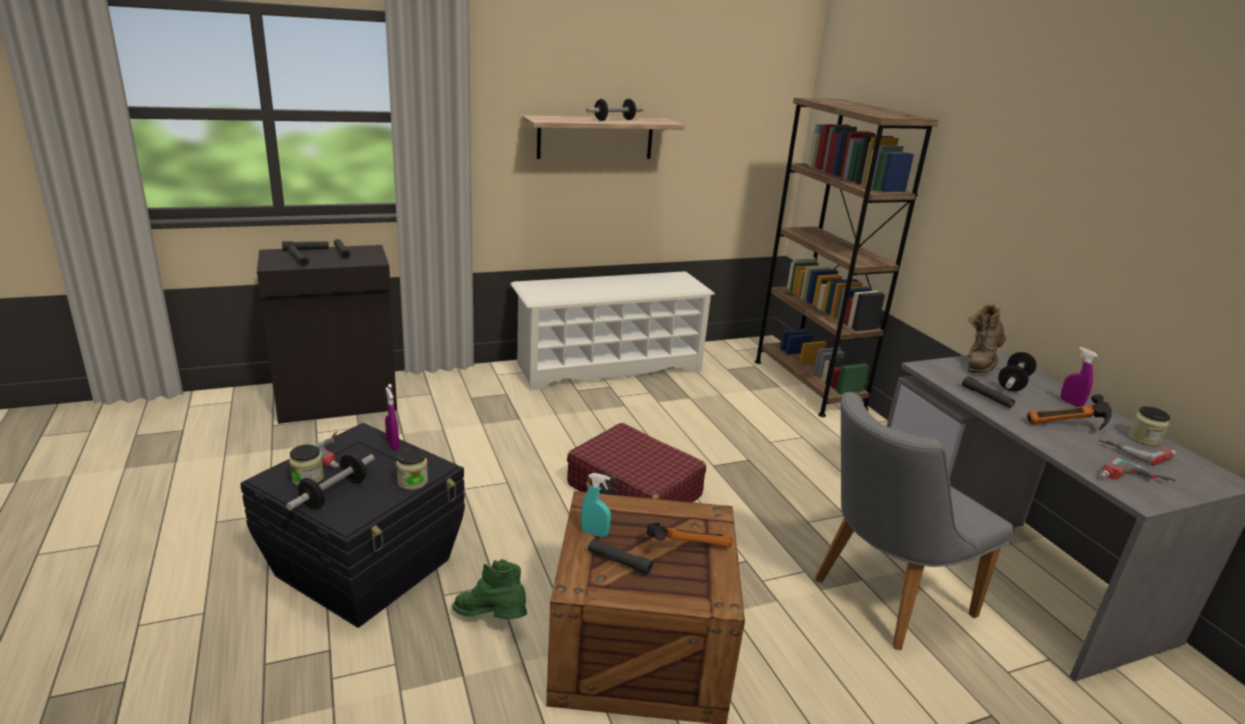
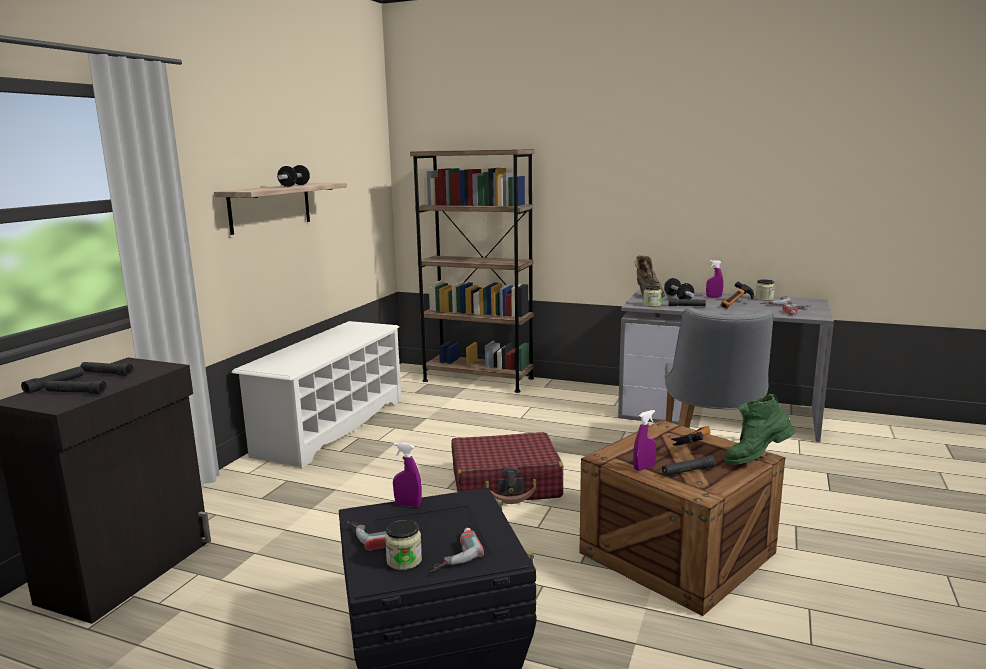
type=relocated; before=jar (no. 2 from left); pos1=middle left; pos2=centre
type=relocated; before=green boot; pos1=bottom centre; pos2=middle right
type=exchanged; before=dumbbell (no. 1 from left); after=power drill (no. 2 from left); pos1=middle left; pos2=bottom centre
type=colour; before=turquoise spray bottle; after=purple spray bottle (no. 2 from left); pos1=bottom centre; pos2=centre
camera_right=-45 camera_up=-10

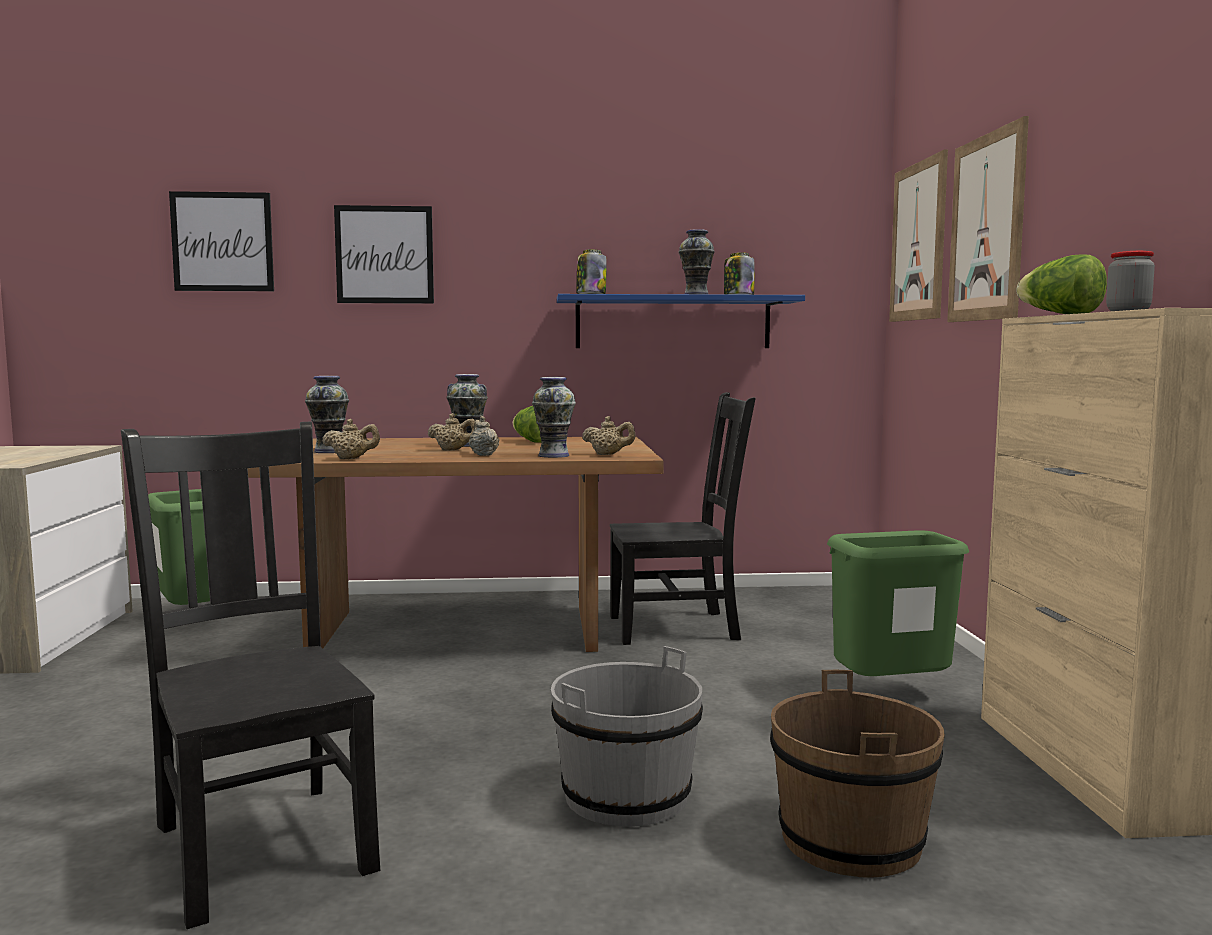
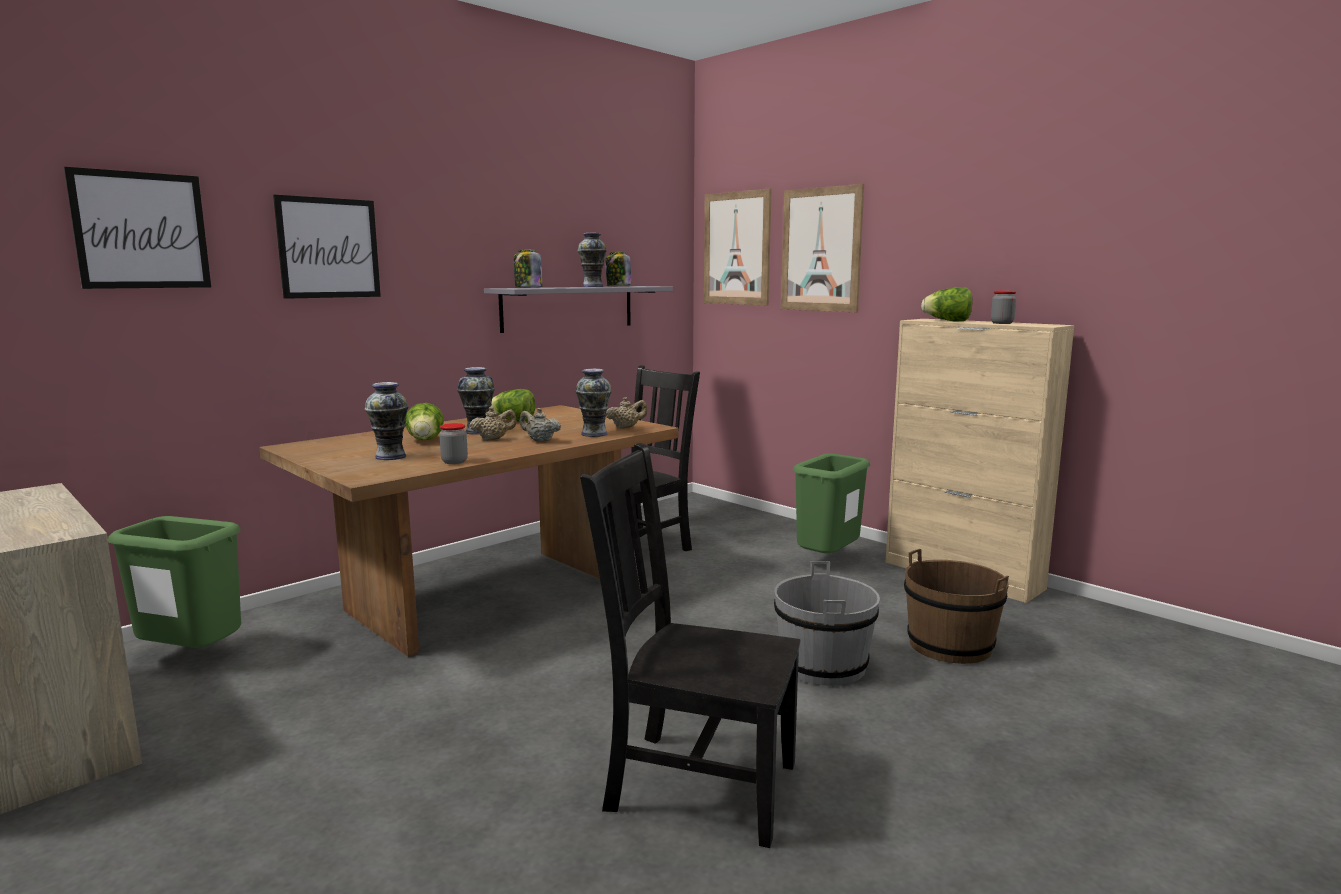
type=appeared; after=lettuce (no. 1 from left); pos2=middle left
type=exchanged; before=beige teapot (no. 1 from left); after=jar (no. 1 from left); pos1=middle left; pos2=centre
type=colour; before=blue shelf; after=grey shelf; pos1=centre; pos2=centre
camera_right=-40 camera_up=5

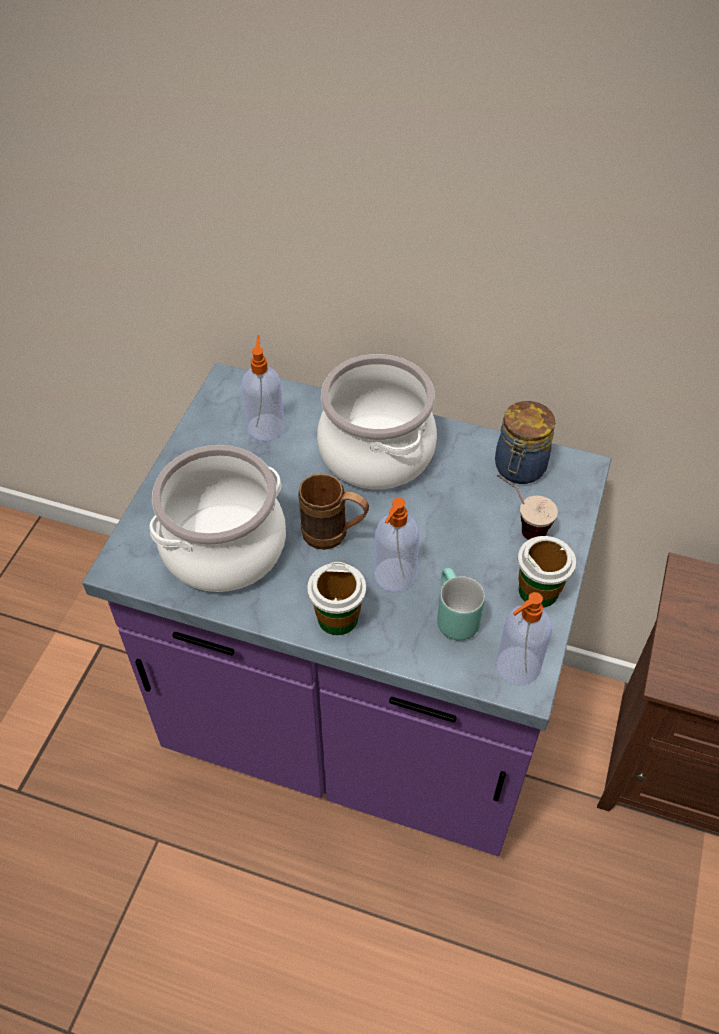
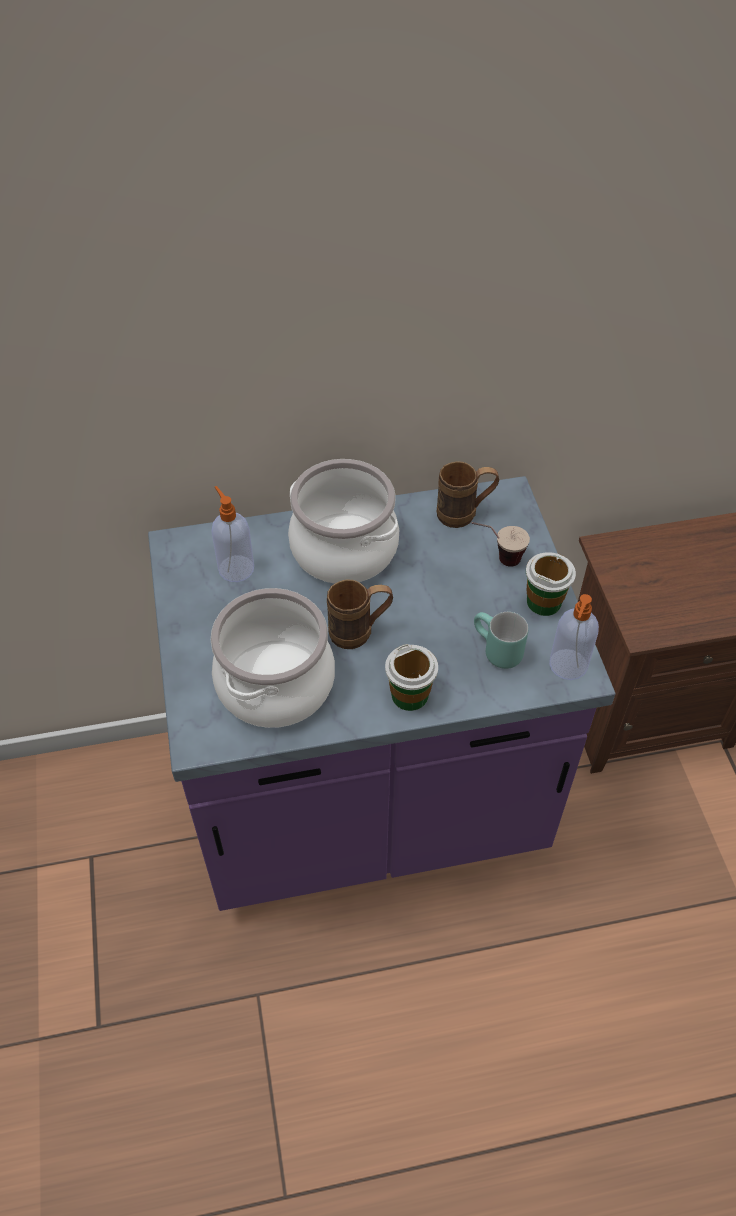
type=missing; before=soap dispenser (no. 2 from left); pos1=centre
type=exchanged; before=jar; after=brown mug (no. 2 from left); pos1=middle right; pos2=centre
camera_right=-30 camera_up=0

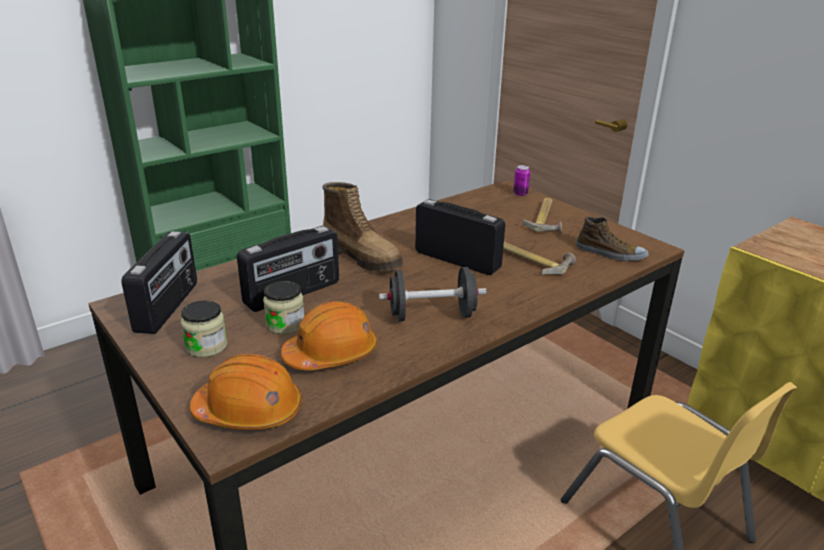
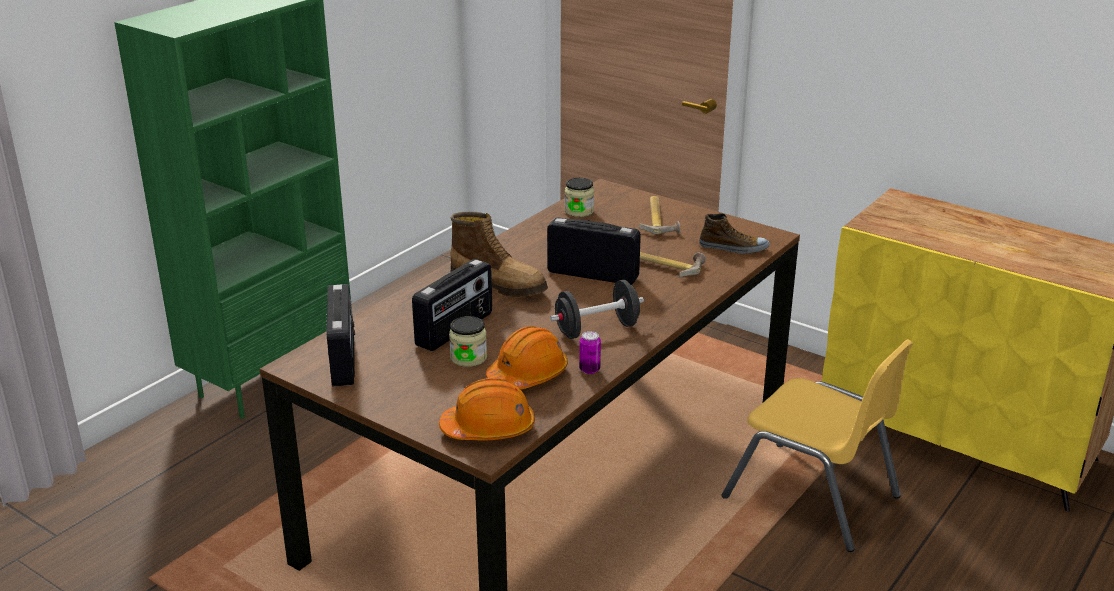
type=relocated; before=jar (no. 1 from left in the first image); after=jar (no. 2 from left); pos1=middle left; pos2=centre
type=relocated; before=can; pos1=top centre; pos2=centre
camera_right=-15 camera_up=0

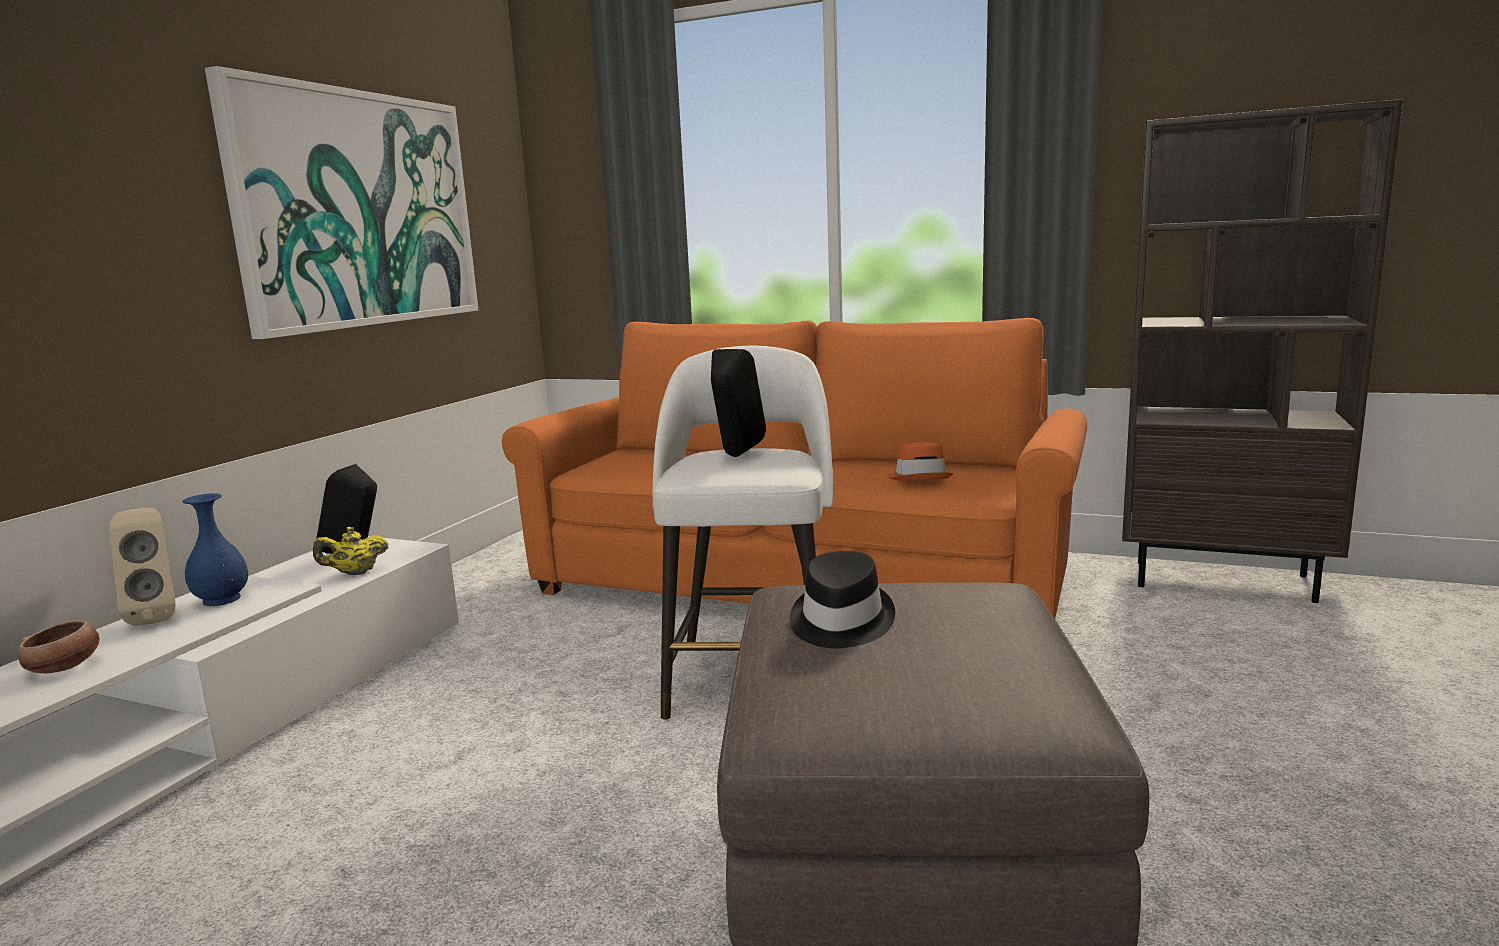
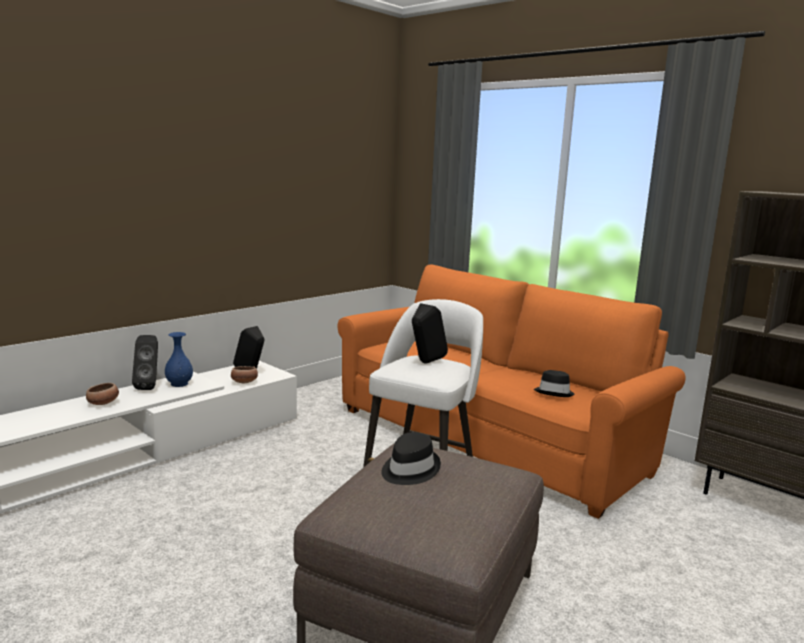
type=missing; before=picture; pos1=top left
type=exchanged; before=yellow teapot; after=bowl (no. 2 from left); pos1=middle left; pos2=middle left
type=colour; before=beige speaker; after=black speaker (no. 1 from left); pos1=middle left; pos2=middle left
type=colour; before=orange hat; after=black hat (no. 2 from left); pos1=centre; pos2=middle right
camera_right=20 camera_up=0

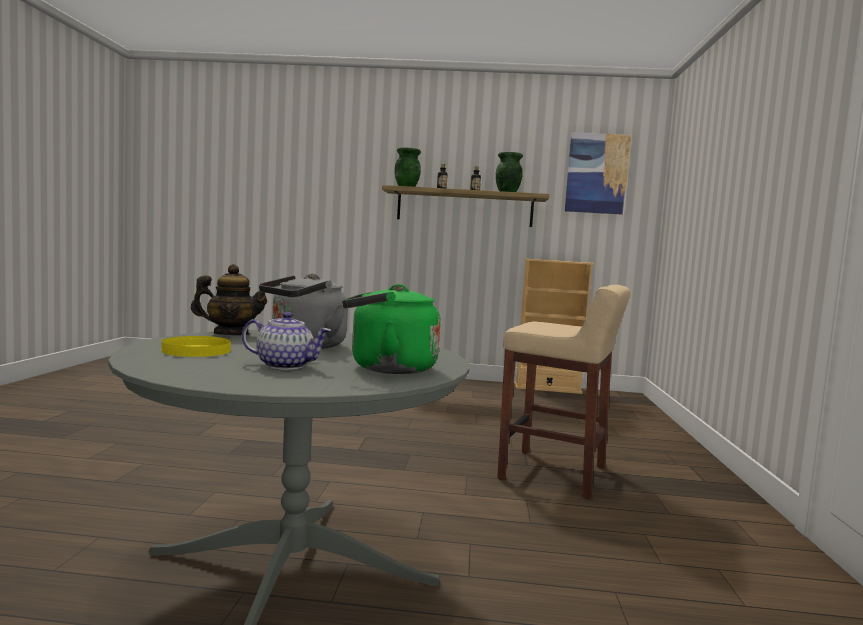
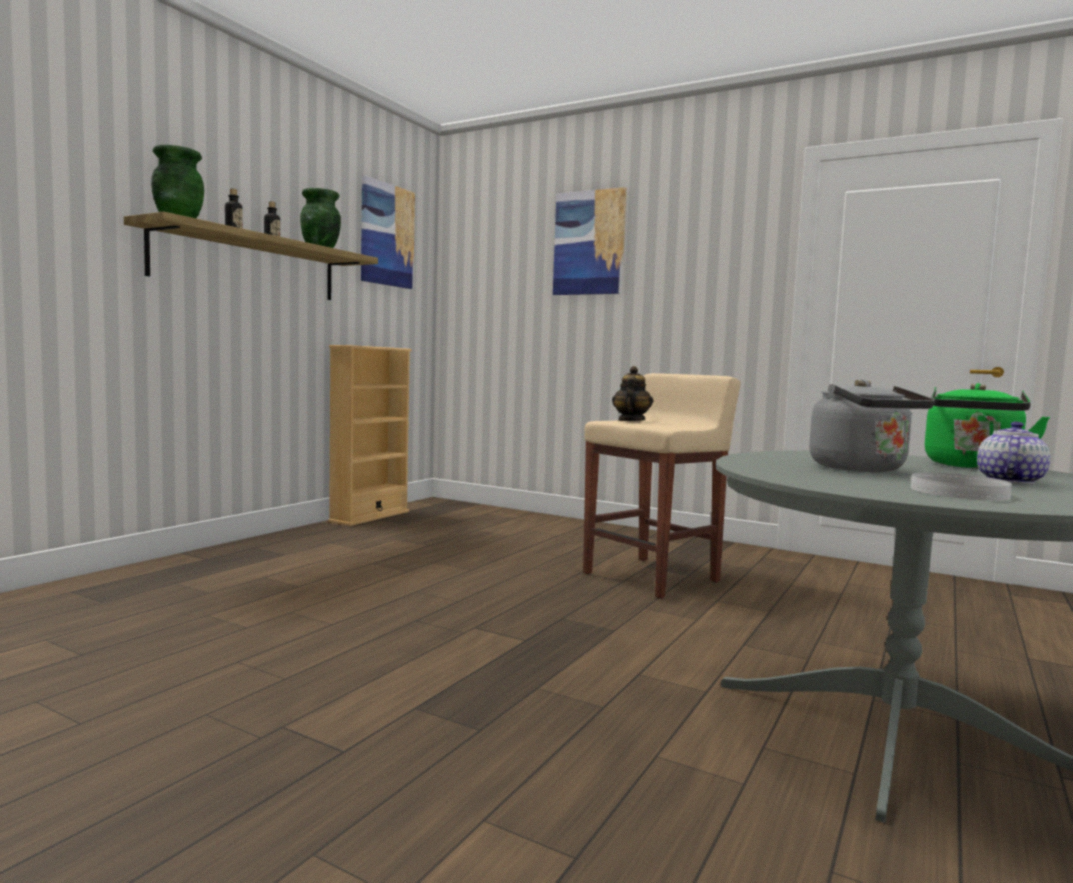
type=appeared; after=picture (no. 2 from left); pos2=top centre
type=relocated; before=teapot (no. 1 from left); pos1=middle left; pos2=centre
type=colour; before=yellow plate; after=white plate; pos1=middle left; pos2=middle right
camera_right=-65 camera_up=0

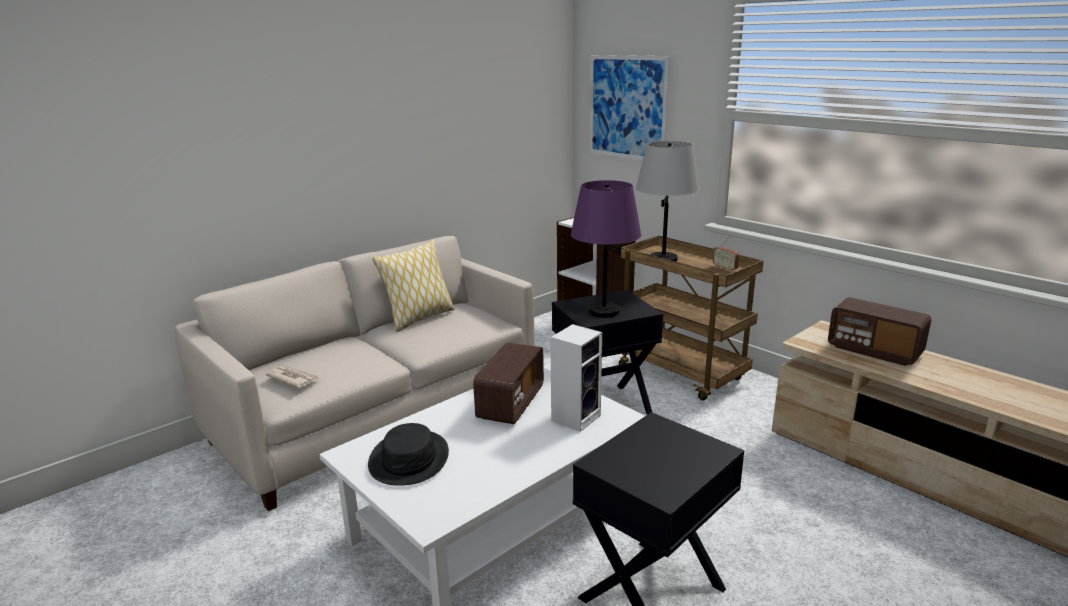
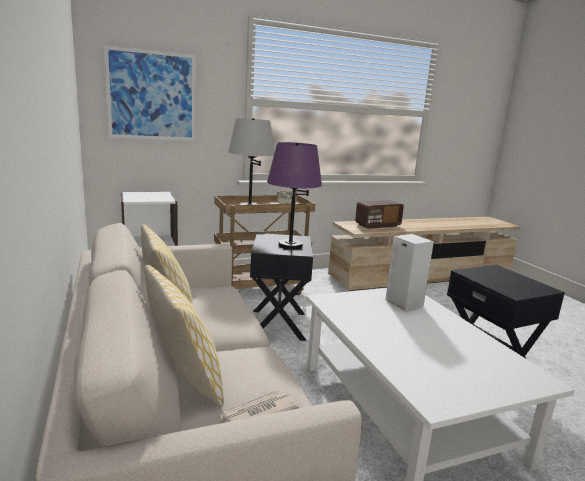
type=missing; before=black hat; pos1=bottom centre
type=missing; before=radio (no. 1 from left); pos1=centre
type=appeared; after=pillow (no. 2 from left); pos2=bottom left
camera_right=-70 camera_up=-5

